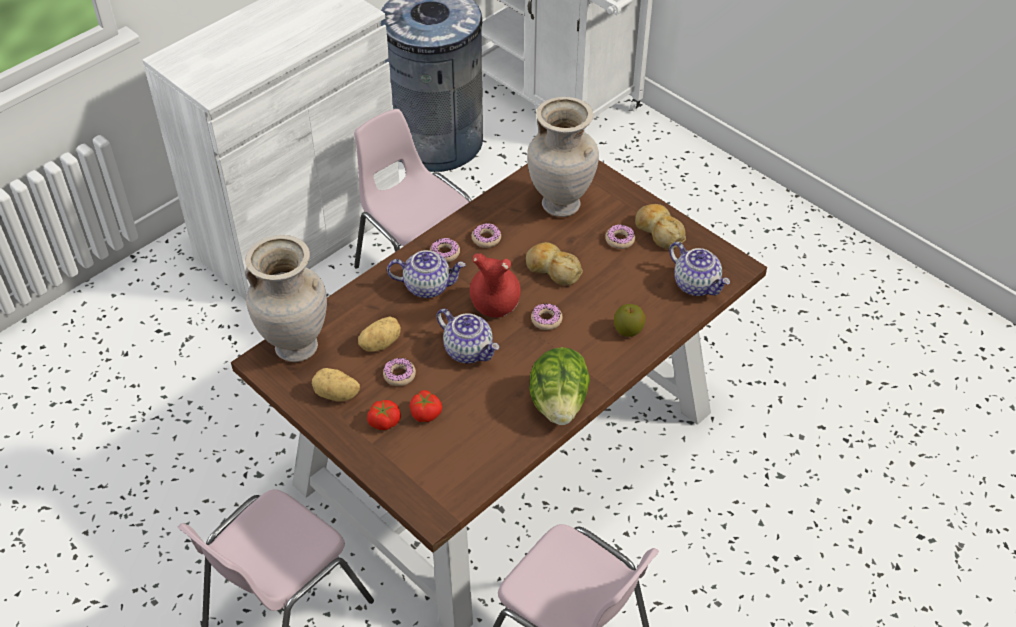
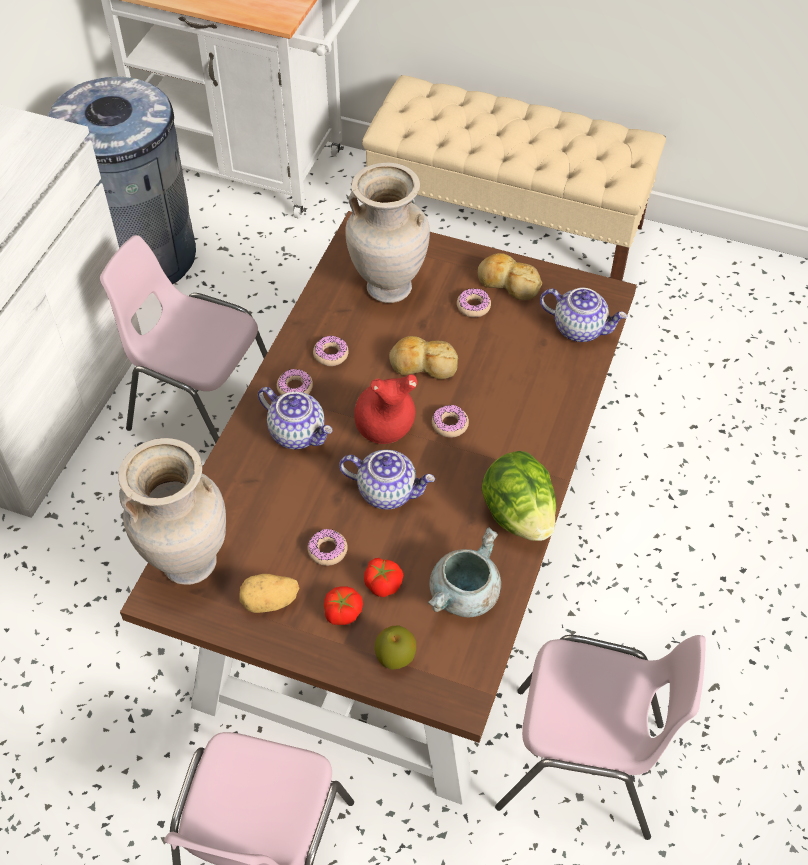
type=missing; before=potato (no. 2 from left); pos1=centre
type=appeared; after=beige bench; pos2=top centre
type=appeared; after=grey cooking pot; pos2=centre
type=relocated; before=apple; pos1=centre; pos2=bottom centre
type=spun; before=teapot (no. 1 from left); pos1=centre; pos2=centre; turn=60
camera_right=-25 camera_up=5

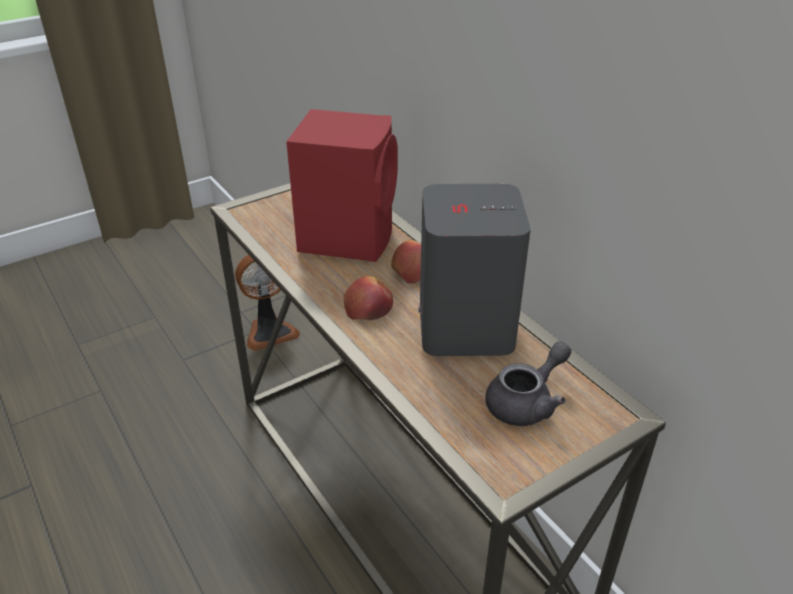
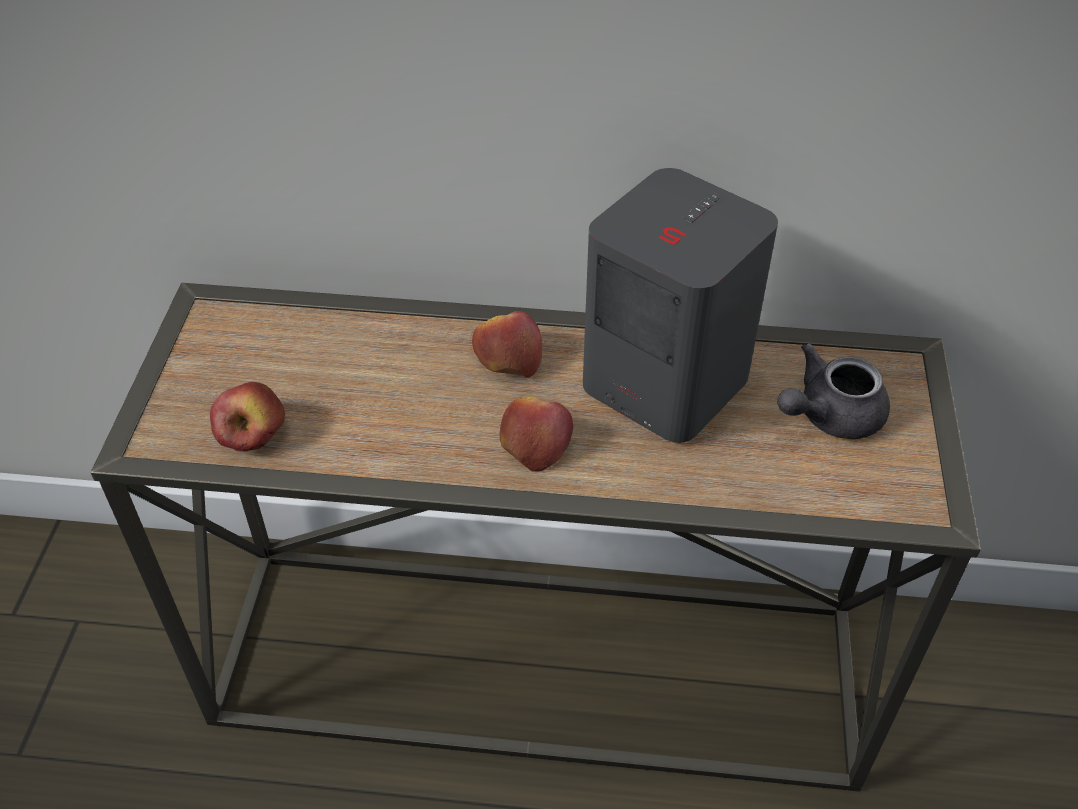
type=missing; before=fan; pos1=centre
type=missing; before=red speaker; pos1=top centre
type=appeared; after=apple (no. 1 from left); pos2=middle left
type=spun; before=grey teapot; pos1=centre; pos2=middle right; turn=-120
camera_right=-50 camera_up=10

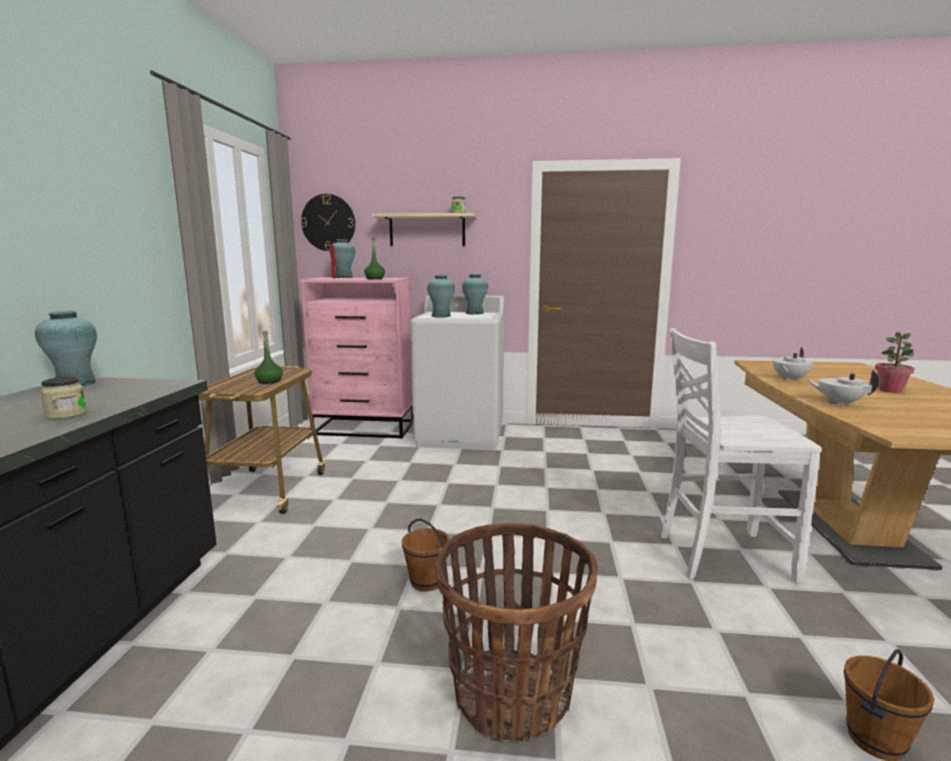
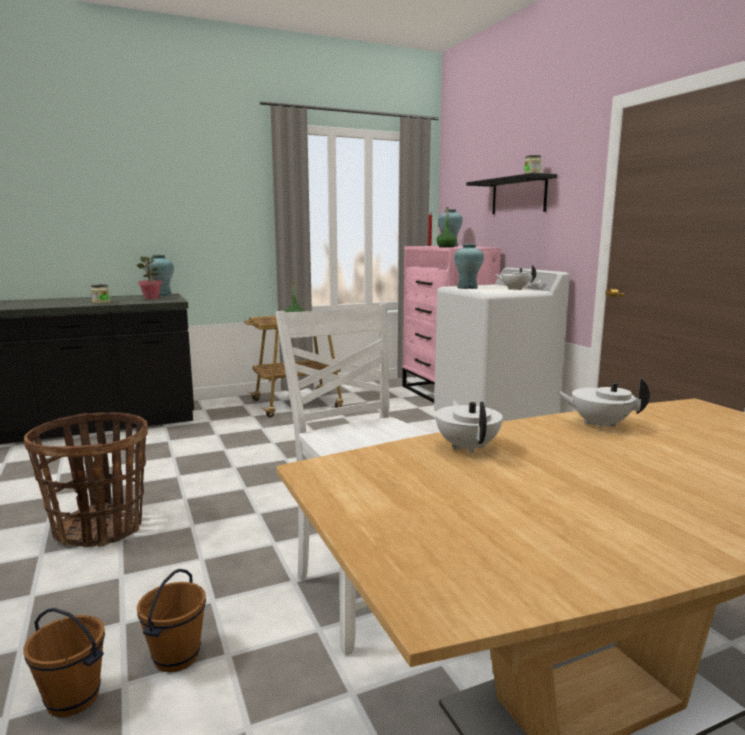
type=missing; before=wall clock; pos1=top centre
type=relocated; before=brown bucket (no. 1 from left in the first image); after=brown bucket (no. 2 from left); pos1=bottom centre; pos2=bottom left
type=relocated; before=potted plant; pos1=middle right; pos2=middle left
type=exchanged; before=turquoise vase (no. 4 from left); after=white teapot (no. 2 from left); pos1=centre; pos2=middle right
type=colour; before=beige shelf; after=black shelf; pos1=top centre; pos2=top right
camera_right=60 camera_up=0

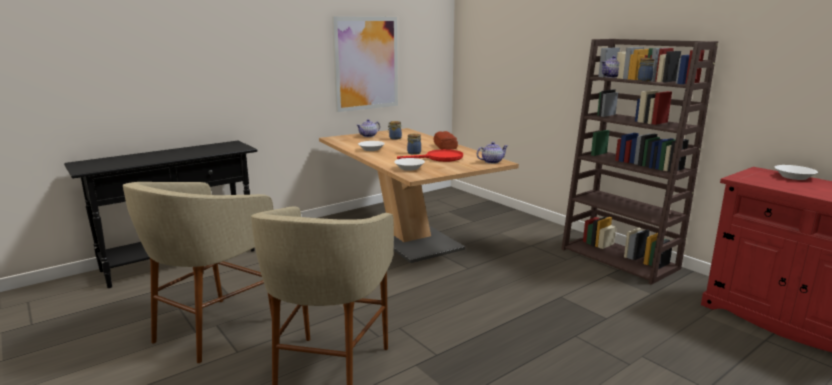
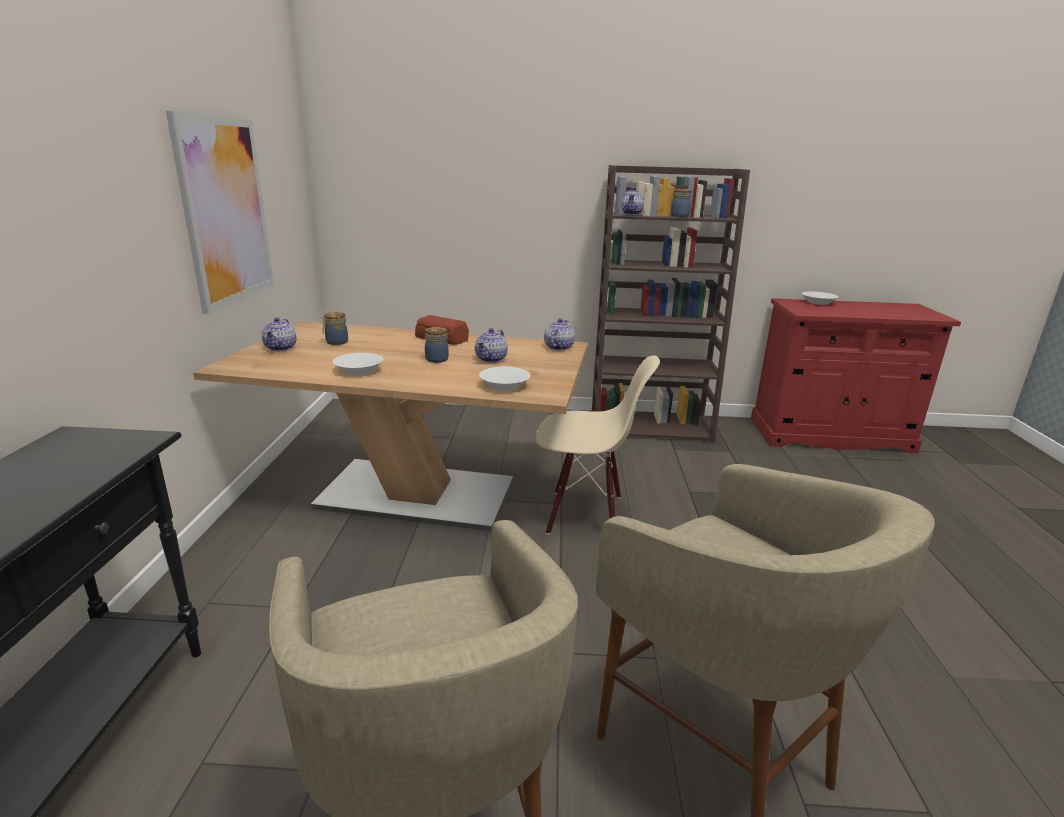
type=appeared; after=beige chair; pos2=centre
type=exchanged; before=red frying pan; after=teapot (no. 2 from left); pos1=centre; pos2=centre
camera_right=-50 camera_up=5

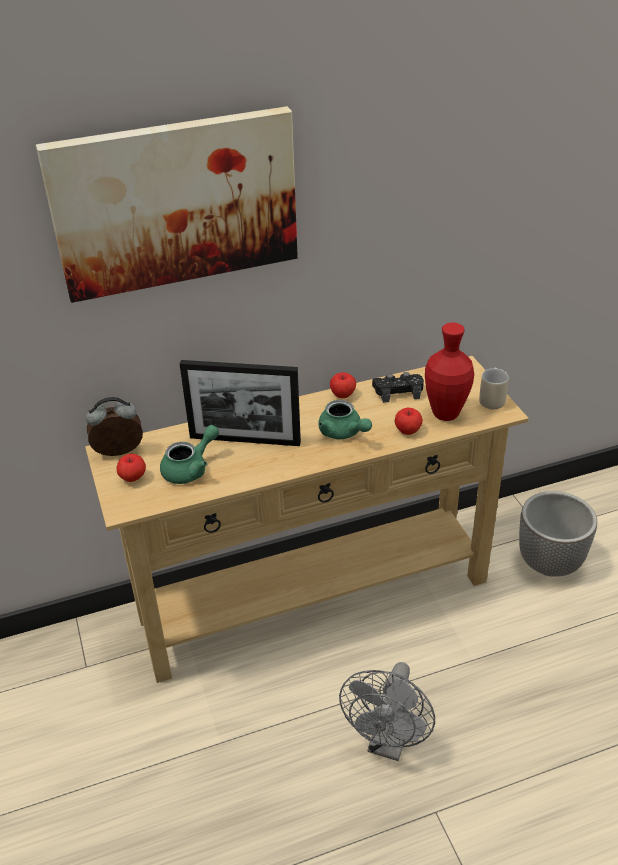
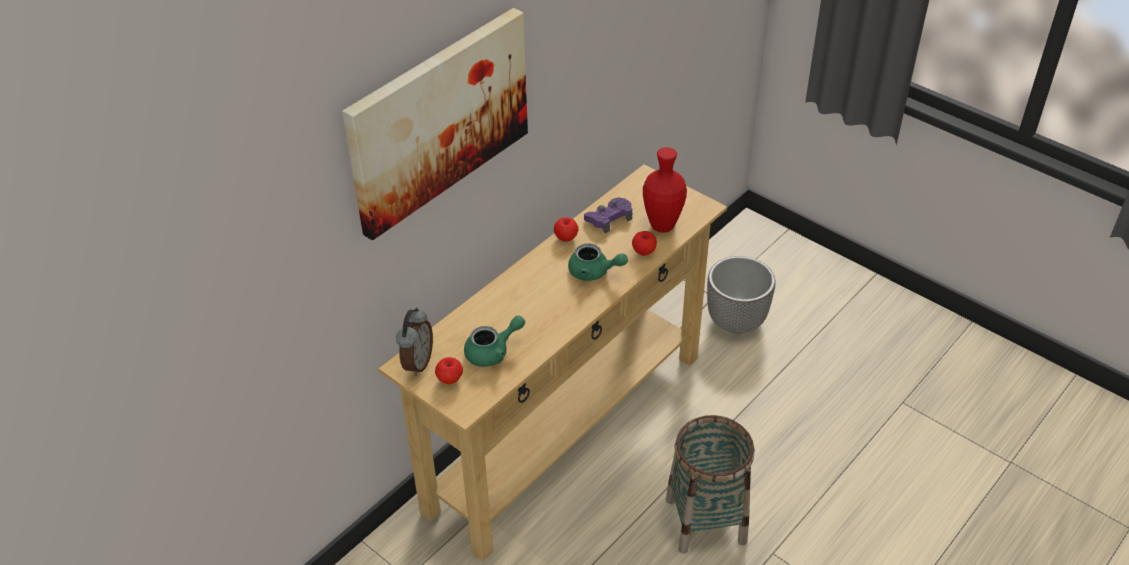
type=missing; before=picture frame; pos1=centre
type=missing; before=beige mug; pos1=middle right
type=exchanged; before=grey fan; after=basket; pos1=bottom centre; pos2=bottom centre
type=colour; before=black game controller; after=purple game controller; pos1=centre; pos2=centre
type=spun; before=alarm clock; pos1=middle left; pos2=centre; turn=150
type=spun; before=green teapot (no. 1 from left); pos1=middle left; pos2=centre; turn=45
camera_right=-30 camera_up=5

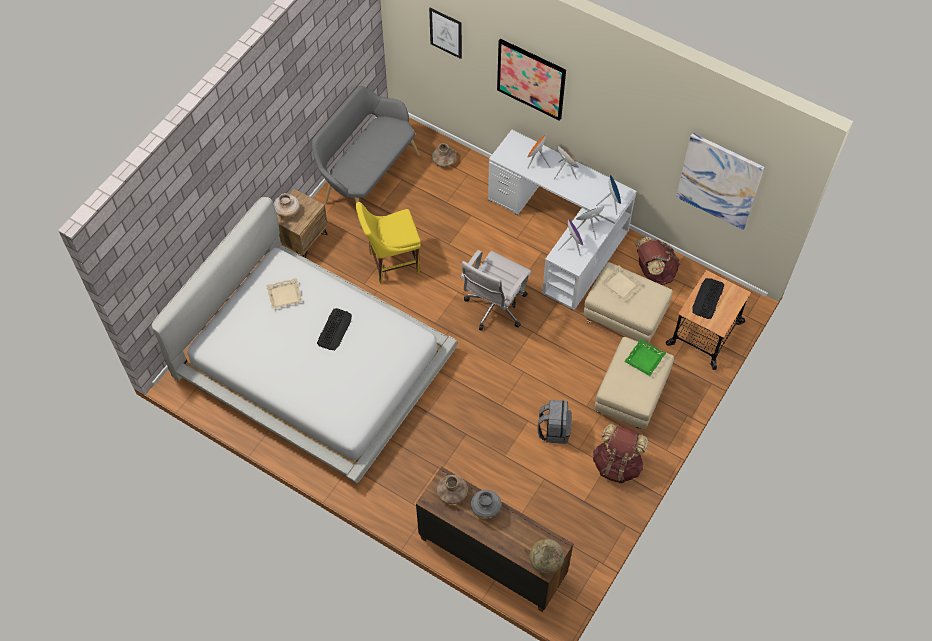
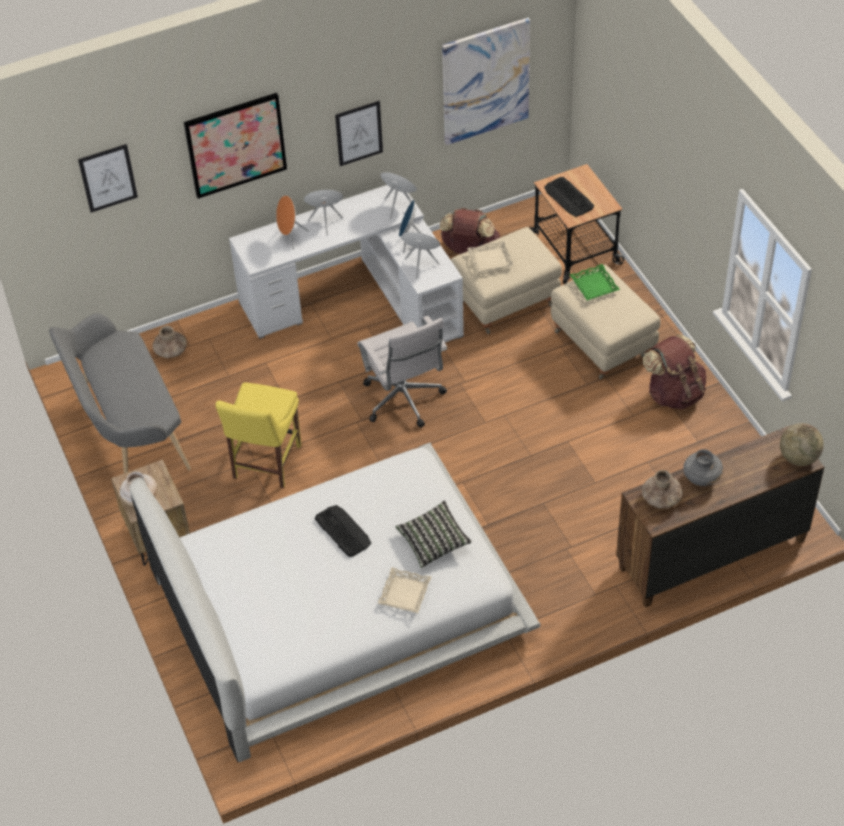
type=missing; before=grey backpack; pos1=centre
type=appeared; after=picture (no. 3 from left); pos2=top centre
type=appeared; after=pillow; pos2=centre
type=relocated; before=beige tray (no. 1 from left); pos1=middle left; pos2=bottom centre
camera_right=-55 camera_up=-10

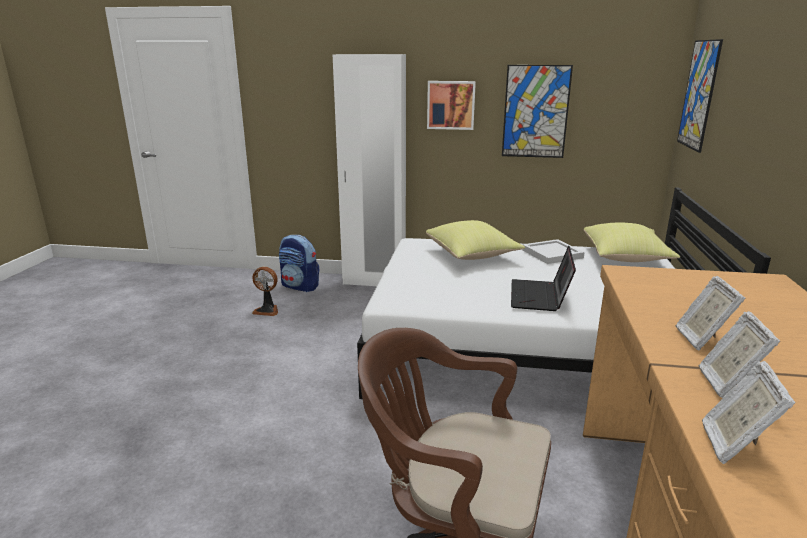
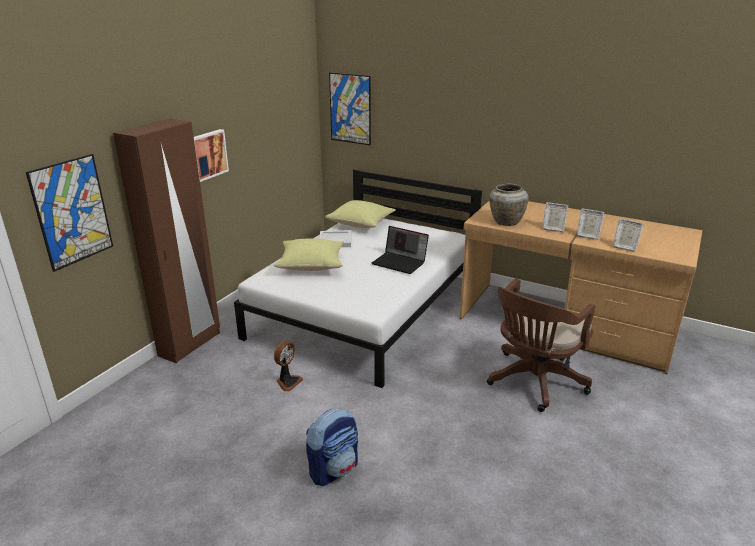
type=appeared; after=beige vase; pos2=middle right
type=relocated; before=fan; pos1=middle left; pos2=bottom centre
type=relocated; before=backpack; pos1=centre; pos2=bottom centre
type=relocated; before=picture (no. 2 from left in the first image); after=picture (no. 1 from left); pos1=top centre; pos2=middle left
type=colour; before=white wardrobe; after=brown wardrobe; pos1=top centre; pos2=middle left
camera_right=-70 camera_up=5

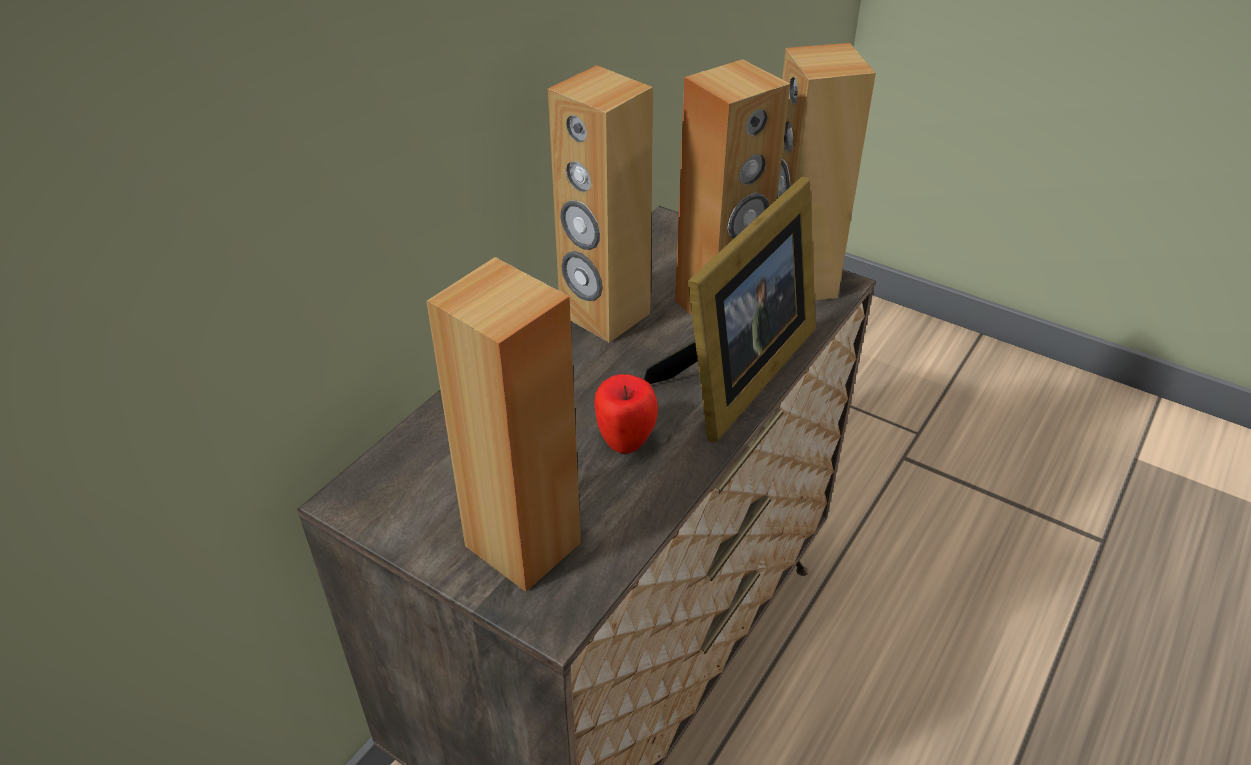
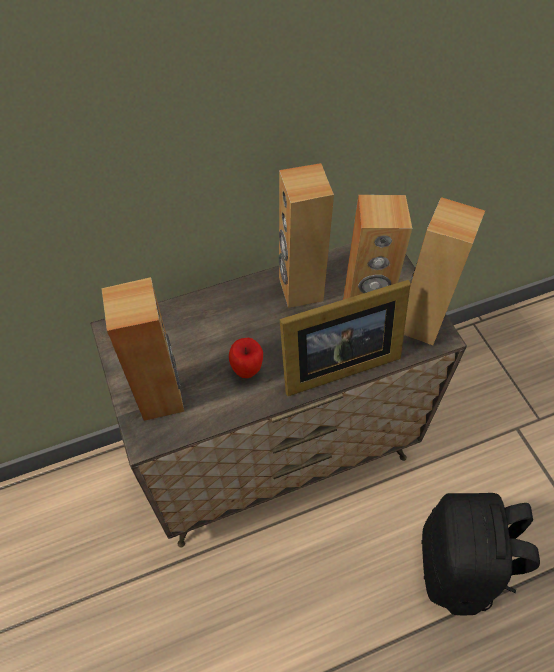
type=appeared; after=black backpack; pos2=bottom right
camera_right=35 camera_up=15

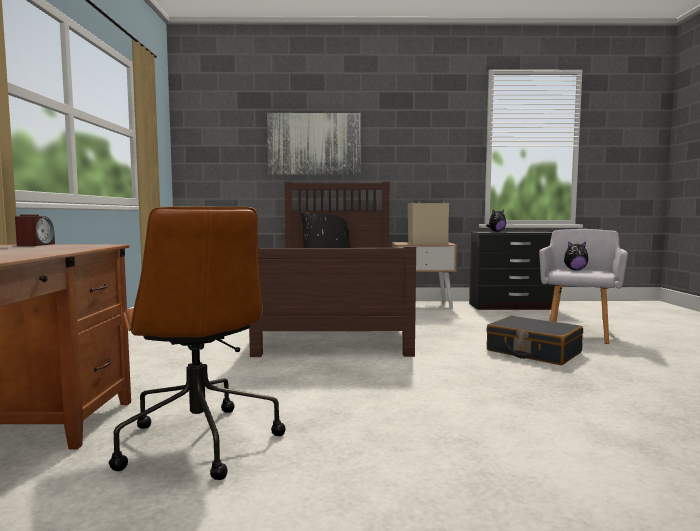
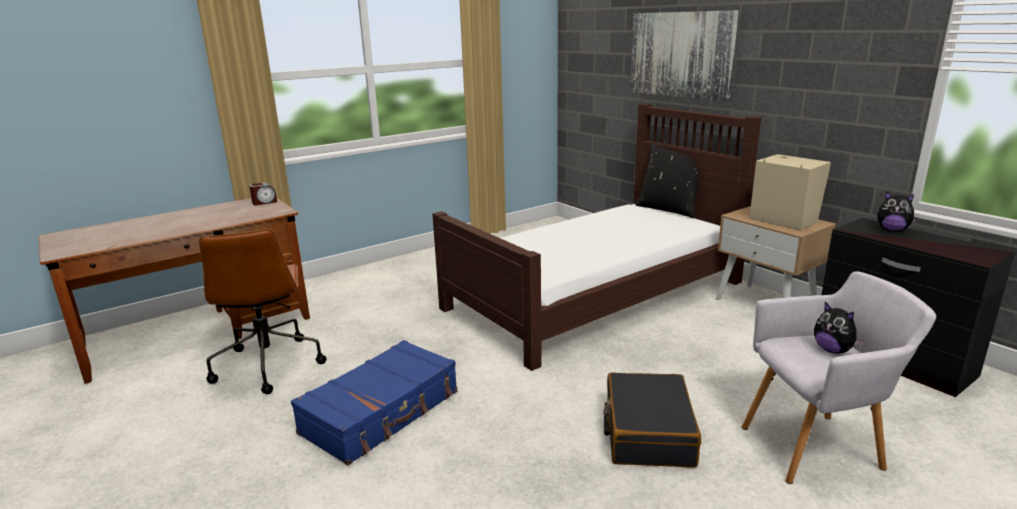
type=appeared; after=blue suitcase; pos2=bottom centre
type=spun; before=brown office chair; pos1=middle left; pos2=middle left; turn=-45
camera_right=55 camera_up=15

